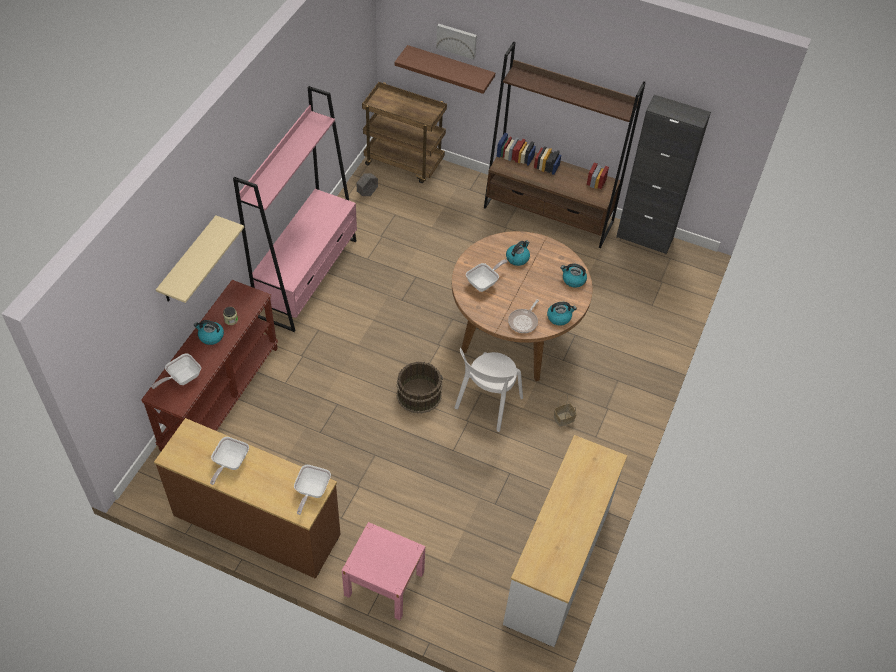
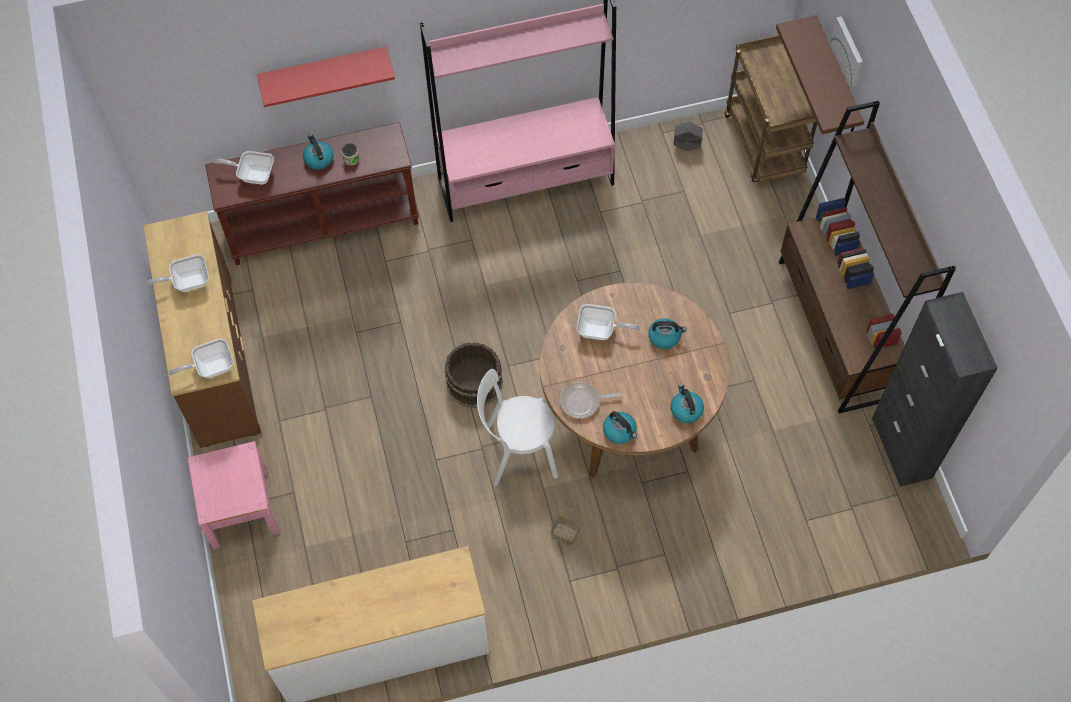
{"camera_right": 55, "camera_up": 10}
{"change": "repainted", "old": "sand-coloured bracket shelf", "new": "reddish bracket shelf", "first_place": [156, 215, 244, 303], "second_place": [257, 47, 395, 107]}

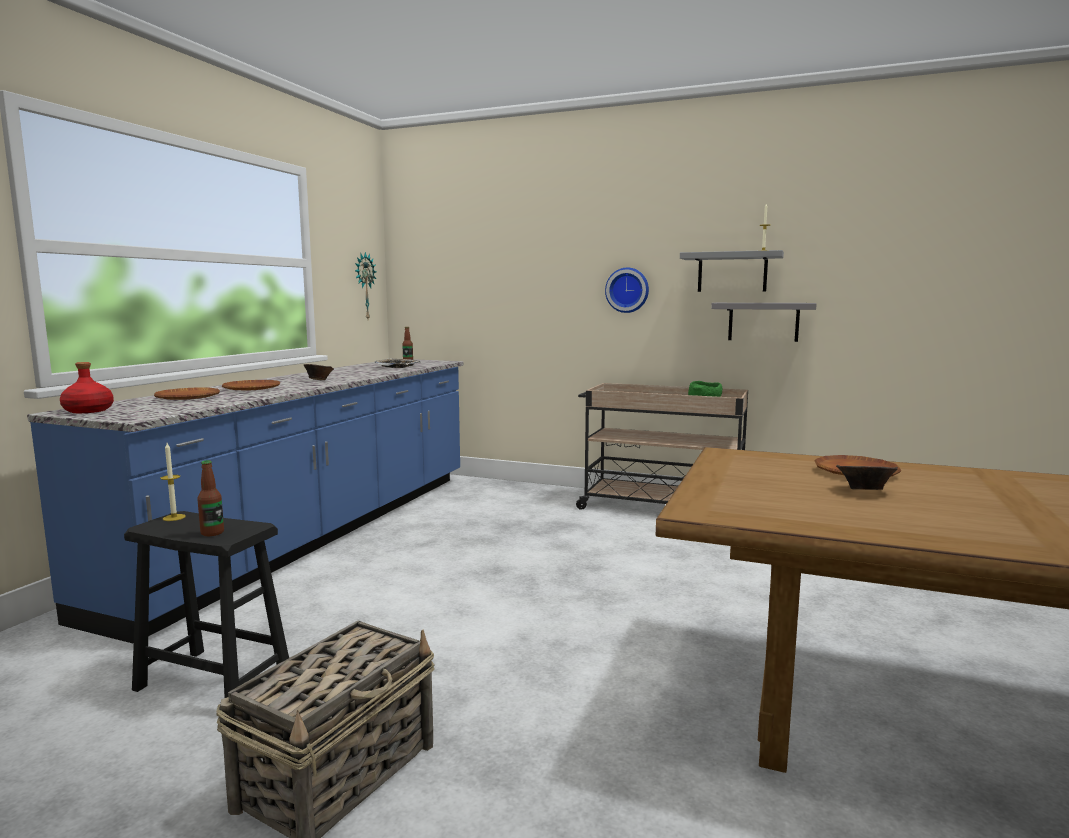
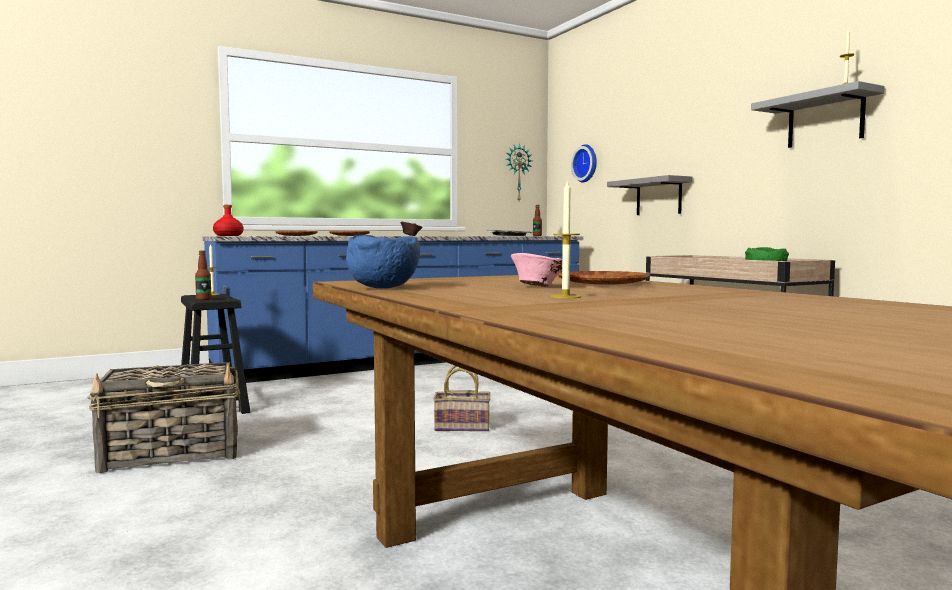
{"camera_right": 40, "camera_up": -5}
{"change": "new", "new": "blue-coloured deep dish", "second_place": [346, 235, 420, 288]}
{"change": "new", "new": "basket", "second_place": [433, 366, 490, 431]}
{"change": "repainted", "old": "brown-coloured deep dish", "new": "pink-coloured deep dish", "first_place": [836, 465, 898, 490], "second_place": [511, 253, 562, 287]}
{"change": "new", "new": "candle", "second_place": [550, 182, 581, 298]}
{"change": "shifted", "old": "hanging clock", "first_place": [605, 268, 649, 313], "second_place": [571, 144, 597, 183]}
{"change": "shifted", "old": "grey bracket shelf", "first_place": [711, 303, 817, 342], "second_place": [607, 175, 692, 215]}

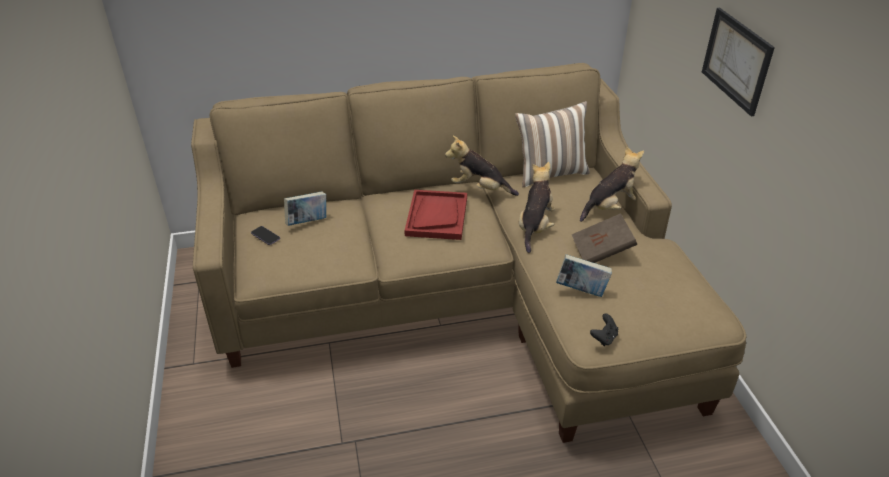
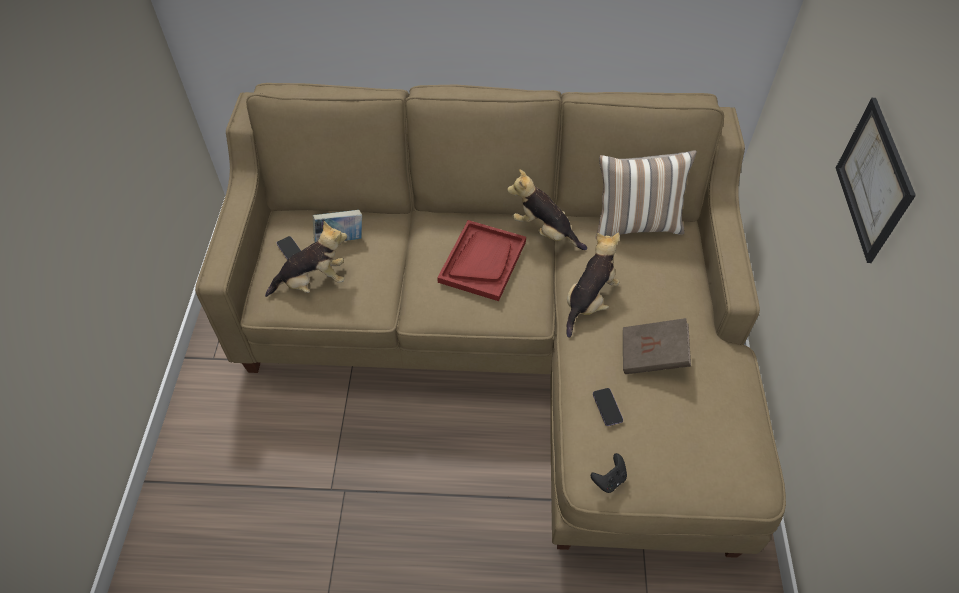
{"camera_right": 15, "camera_up": 15}
{"change": "shifted", "old": "cuddly toy", "first_place": [580, 146, 644, 222], "second_place": [265, 221, 347, 297]}
{"change": "swapped", "old": "bound book", "new": "telephone", "first_place": [556, 254, 612, 297], "second_place": [593, 388, 623, 426]}

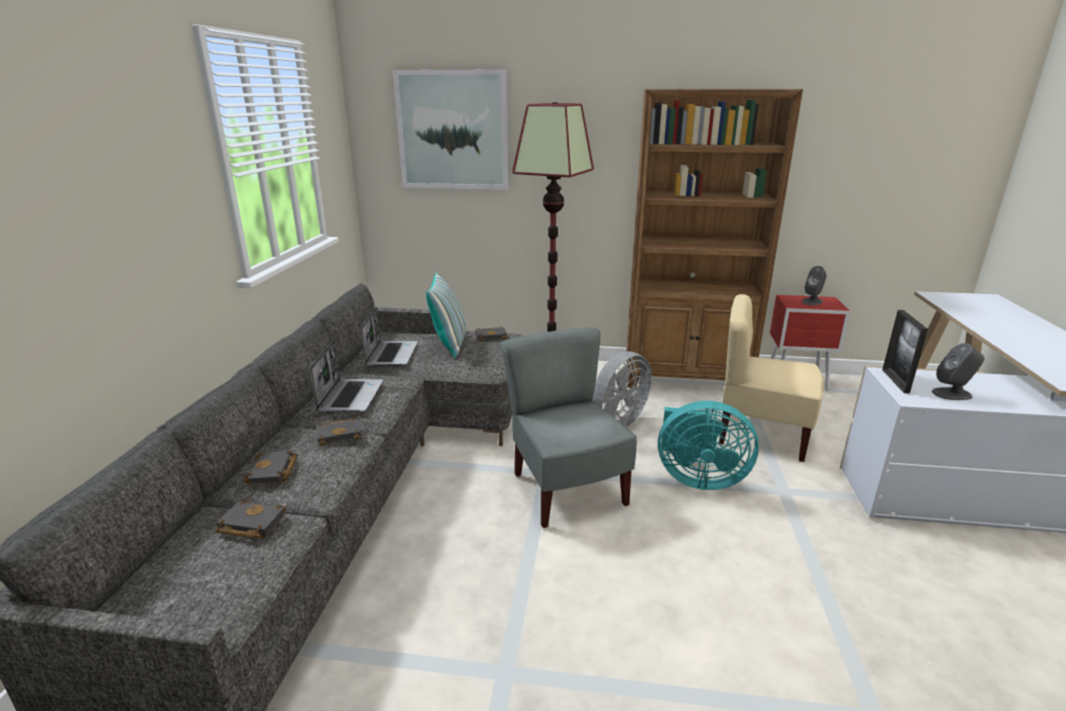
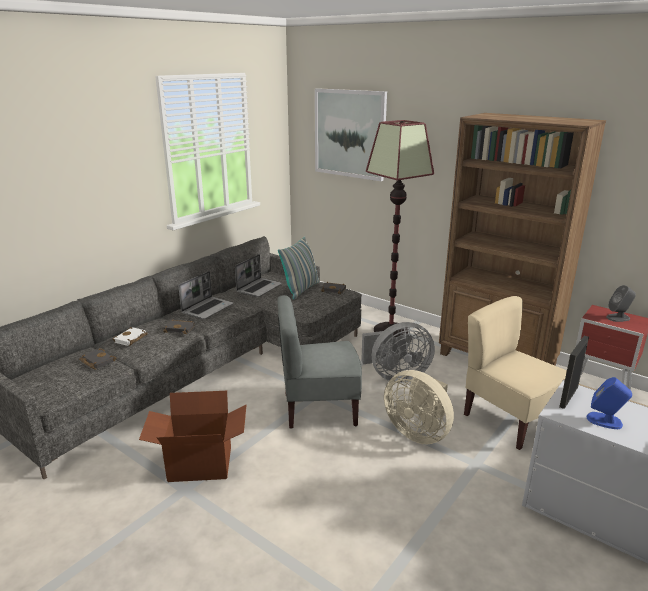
{"camera_right": 30, "camera_up": 0}
{"change": "repainted", "old": "black-coloured bound book", "new": "white-coloured bound book", "first_place": [243, 451, 298, 485], "second_place": [112, 327, 148, 346]}
{"change": "new", "new": "packing box", "second_place": [139, 391, 246, 482]}
{"change": "rotated", "old": "grey upright chair", "first_place": [501, 327, 637, 528], "second_place": [278, 295, 362, 429], "degrees": -105}
{"change": "repainted", "old": "turquoise-coloured cooling fan", "new": "sand-coloured cooling fan", "first_place": [658, 401, 759, 490], "second_place": [384, 370, 454, 444]}
{"change": "repainted", "old": "grey speaker", "new": "blue-coloured speaker", "first_place": [932, 343, 985, 400], "second_place": [587, 377, 632, 429]}

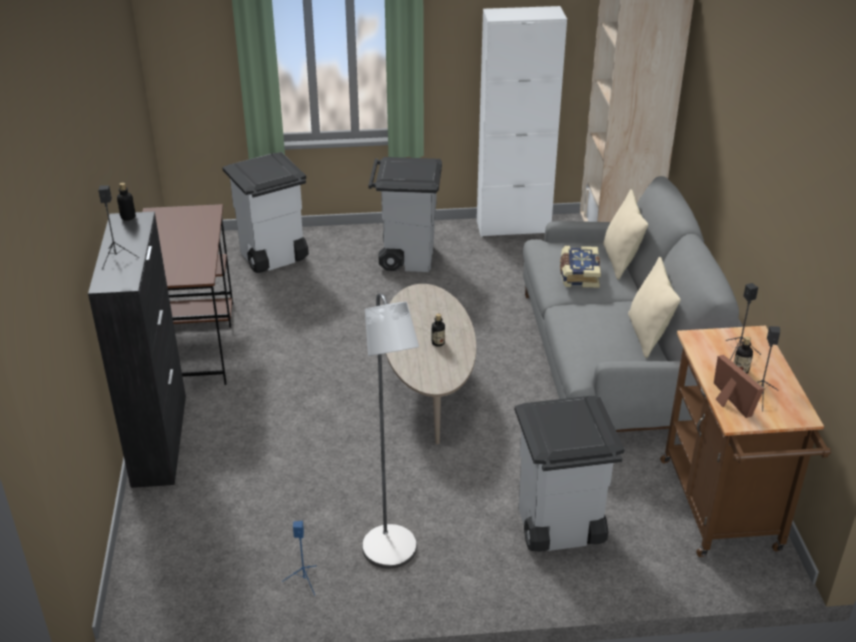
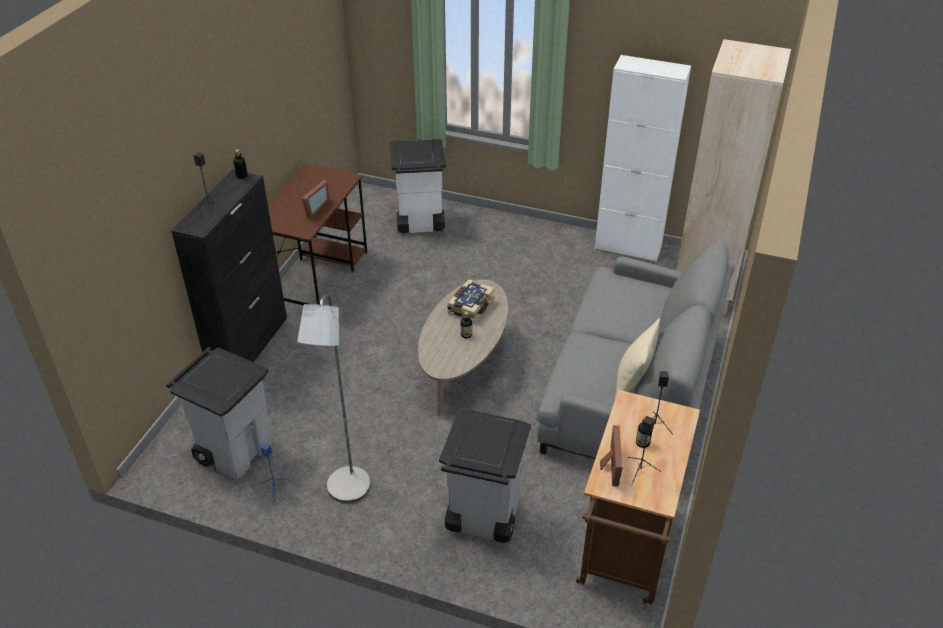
{"camera_right": 25, "camera_up": 5}
{"change": "shifted", "old": "grey trash can", "first_place": [368, 157, 442, 272], "second_place": [166, 347, 272, 480]}
{"change": "new", "new": "standing frame", "second_place": [301, 180, 329, 219]}
{"change": "shifted", "old": "bound book", "first_place": [560, 246, 601, 288], "second_place": [447, 279, 494, 323]}
{"change": "gone", "old": "sand-coloured pillow", "first_place": [603, 189, 648, 280]}

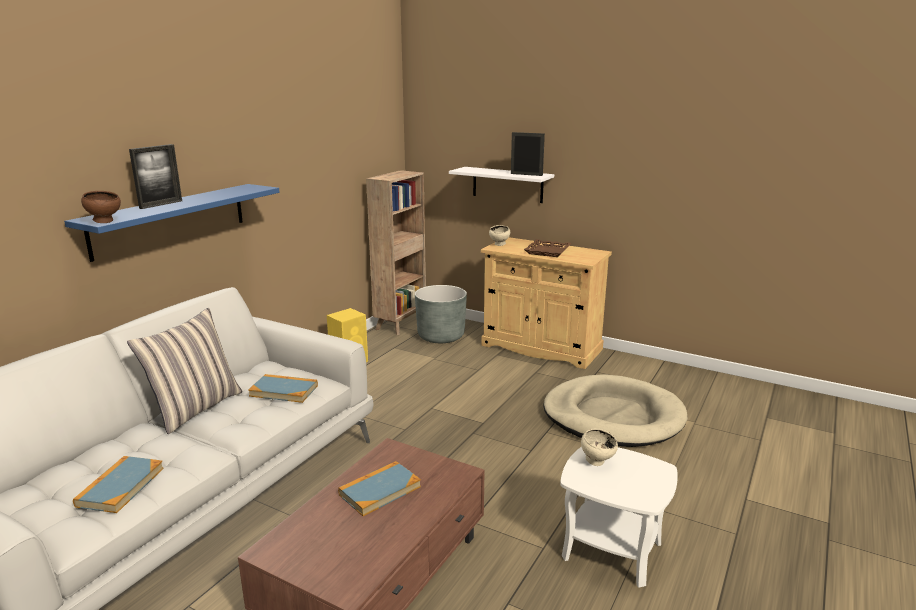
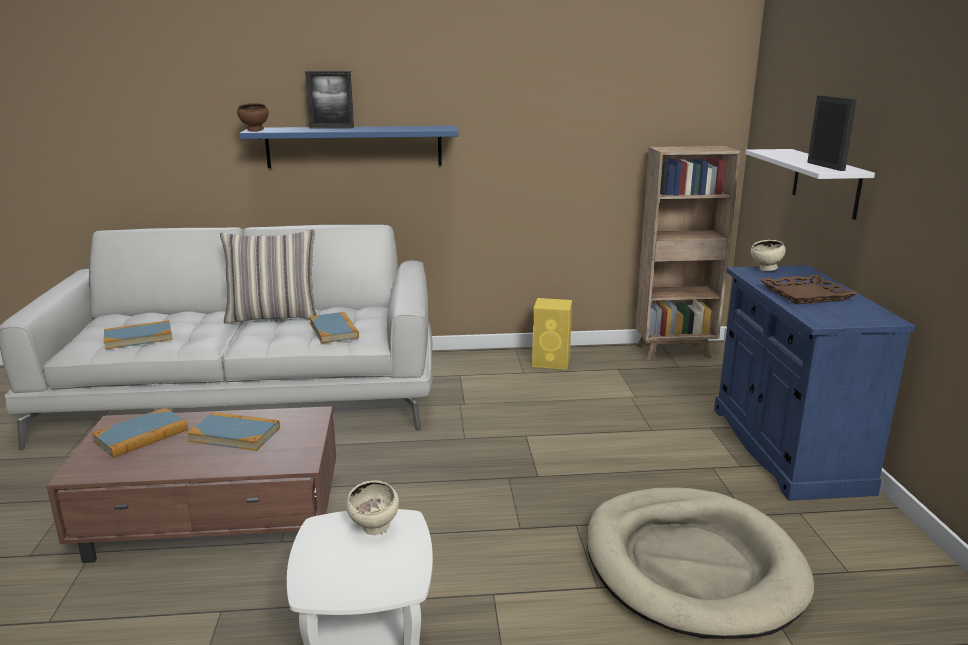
{"camera_right": 55, "camera_up": 0}
{"change": "new", "new": "bound book", "second_place": [92, 408, 188, 458]}
{"change": "repainted", "old": "sand-coloured storage cabinet", "new": "blue-coloured storage cabinet", "first_place": [481, 237, 612, 369], "second_place": [714, 265, 915, 501]}
{"change": "gone", "old": "grey plant pot", "first_place": [415, 285, 467, 343]}

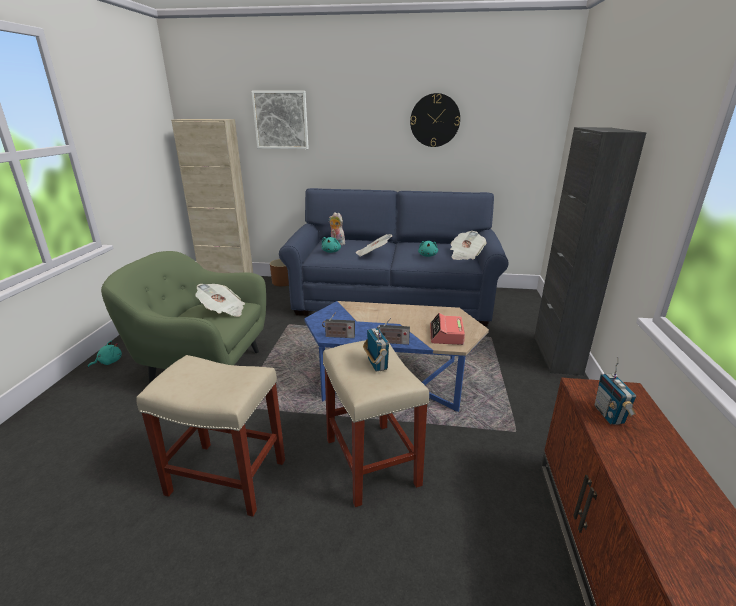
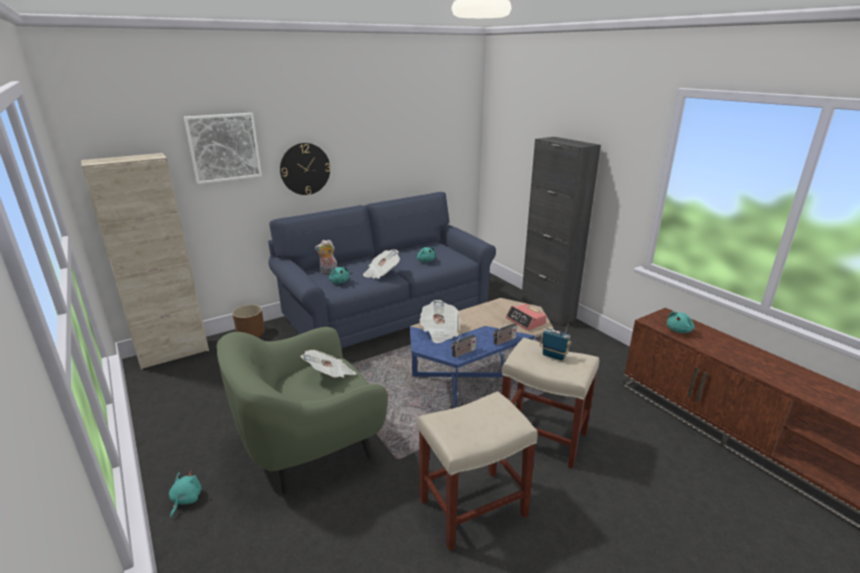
{"camera_right": -40, "camera_up": 0}
{"change": "shifted", "old": "hanging clock", "first_place": [410, 93, 460, 147], "second_place": [280, 143, 331, 195]}
{"change": "shifted", "old": "printed paper", "first_place": [450, 231, 486, 260], "second_place": [419, 300, 460, 343]}
{"change": "swapped", "old": "radio receiver", "new": "turquoise-coloured cuddly toy", "first_place": [595, 357, 636, 425], "second_place": [667, 311, 695, 333]}

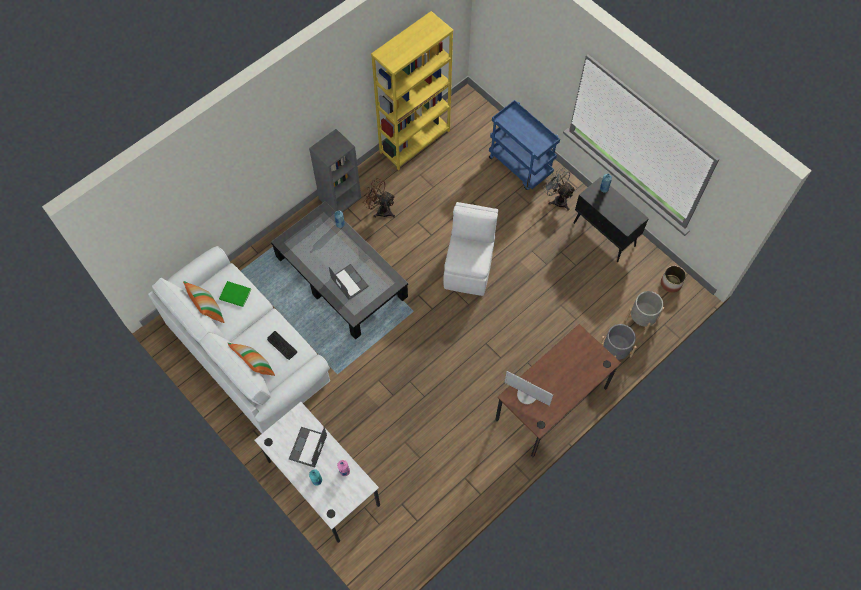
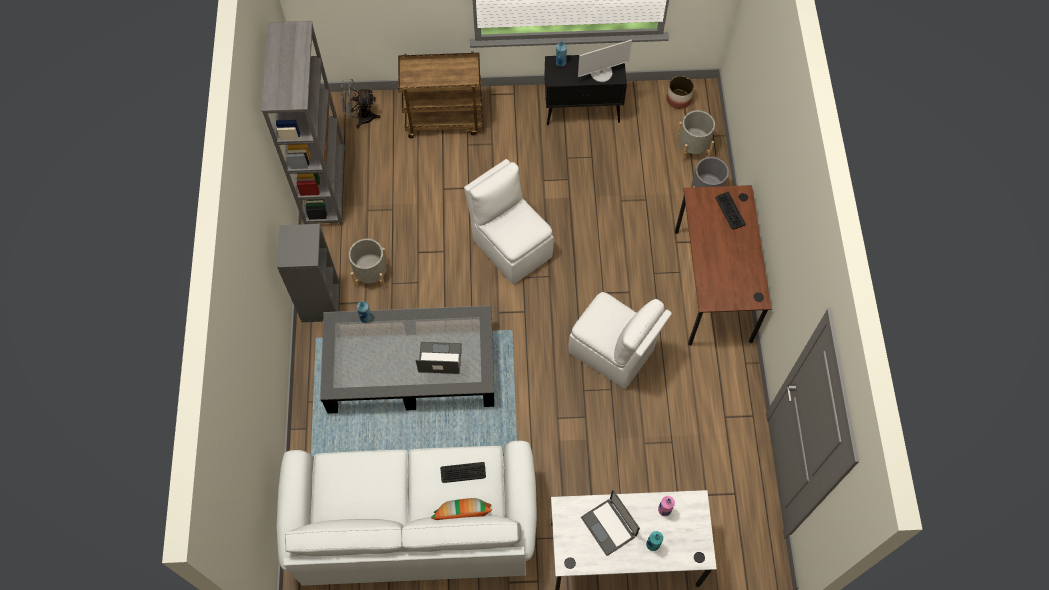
{"camera_right": -50, "camera_up": 0}
{"change": "repainted", "old": "yellow-coloured bookshelf", "new": "grey bookshelf", "first_place": [371, 11, 454, 170], "second_place": [261, 21, 345, 225]}
{"change": "shifted", "old": "grey cooling fan", "first_place": [543, 168, 575, 211], "second_place": [340, 79, 381, 128]}
{"change": "swapped", "old": "brown-coloured cooling fan", "new": "grey plant pot", "first_place": [363, 178, 395, 218], "second_place": [349, 239, 388, 289]}
{"change": "repainted", "old": "blue-coloured cart", "new": "brown-coloured cart", "first_place": [489, 100, 560, 190], "second_place": [398, 51, 483, 138]}
{"change": "new", "new": "white-coloured upright chair", "second_place": [568, 292, 672, 389]}
{"change": "shifted", "old": "computer display", "first_place": [505, 371, 553, 406], "second_place": [578, 40, 632, 82]}
{"change": "new", "new": "PC keyboard", "second_place": [716, 192, 746, 229]}
{"change": "gone", "old": "pillow", "first_place": [183, 281, 224, 323]}
{"change": "gone", "old": "green bound book", "first_place": [219, 281, 251, 307]}

